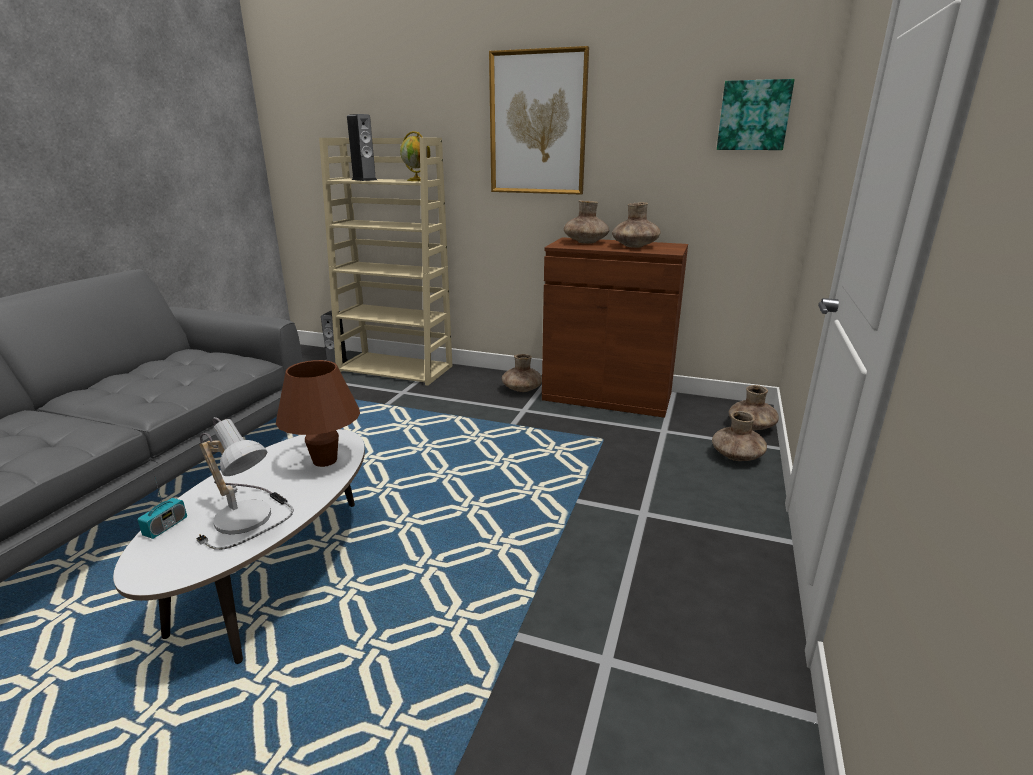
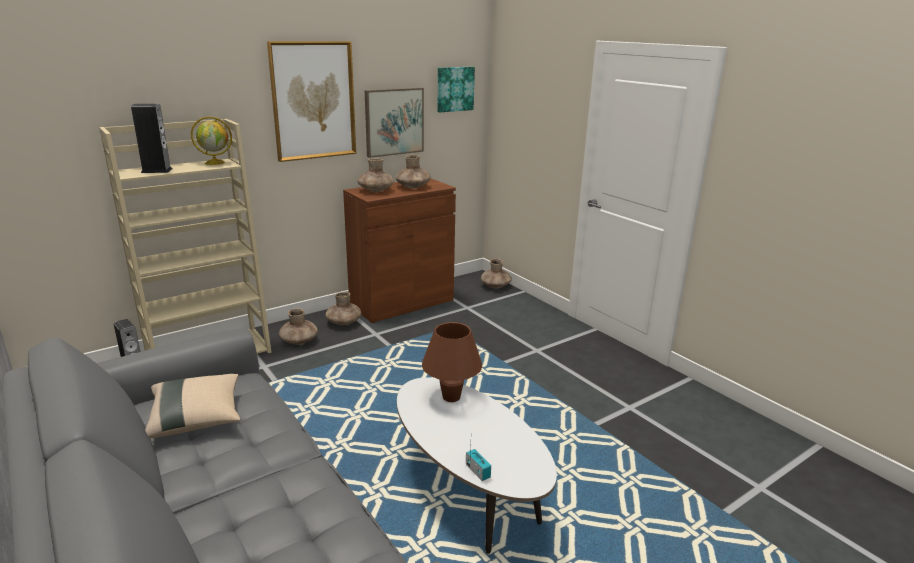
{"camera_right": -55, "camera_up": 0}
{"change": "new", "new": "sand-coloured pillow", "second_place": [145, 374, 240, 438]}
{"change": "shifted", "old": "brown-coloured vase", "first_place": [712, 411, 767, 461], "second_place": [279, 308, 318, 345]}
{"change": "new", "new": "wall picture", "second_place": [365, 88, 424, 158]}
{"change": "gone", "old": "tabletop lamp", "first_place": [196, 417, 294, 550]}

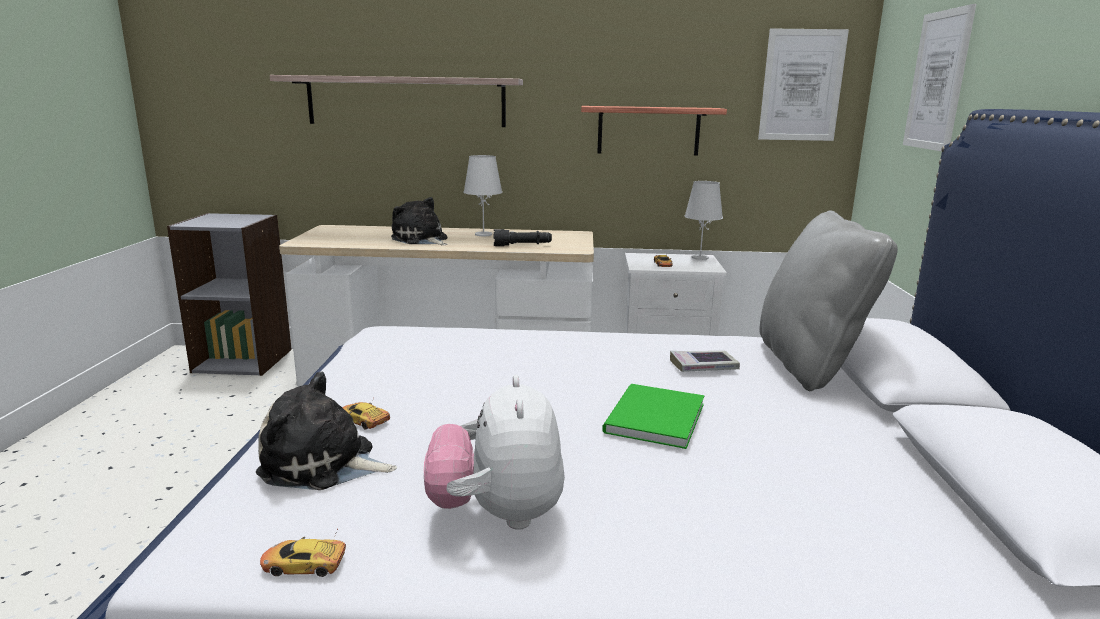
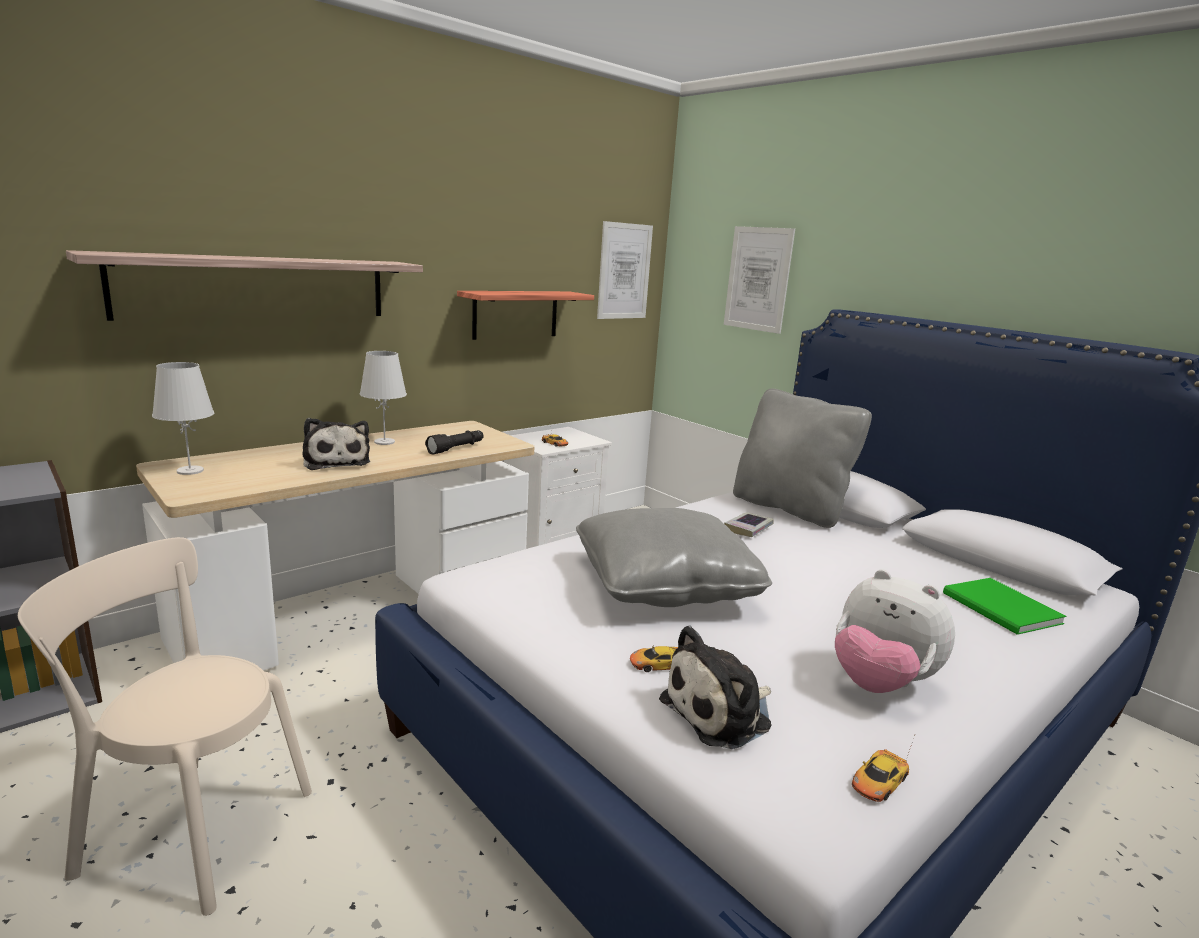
{"camera_right": -45, "camera_up": 0}
{"change": "new", "new": "sand-coloured upright chair", "second_place": [18, 537, 312, 916]}
{"change": "shifted", "old": "white-coloured tabletop lamp", "first_place": [684, 181, 723, 260], "second_place": [152, 362, 214, 475]}
{"change": "rotated", "old": "cuddly toy", "first_place": [391, 197, 447, 245], "second_place": [302, 418, 370, 470], "degrees": -120}
{"change": "new", "new": "grey pillow", "second_place": [576, 508, 772, 607]}
{"change": "shifted", "old": "green bound book", "first_place": [602, 384, 704, 449], "second_place": [943, 578, 1066, 635]}

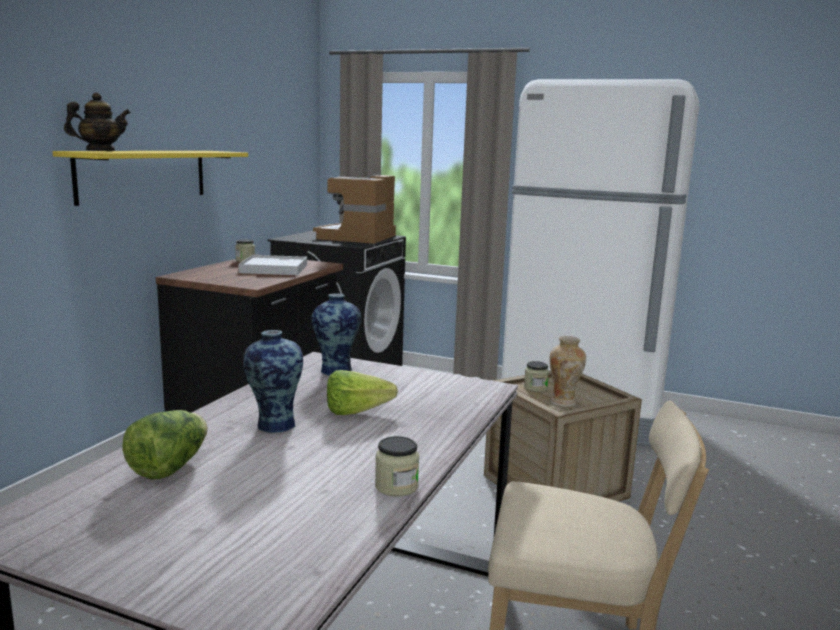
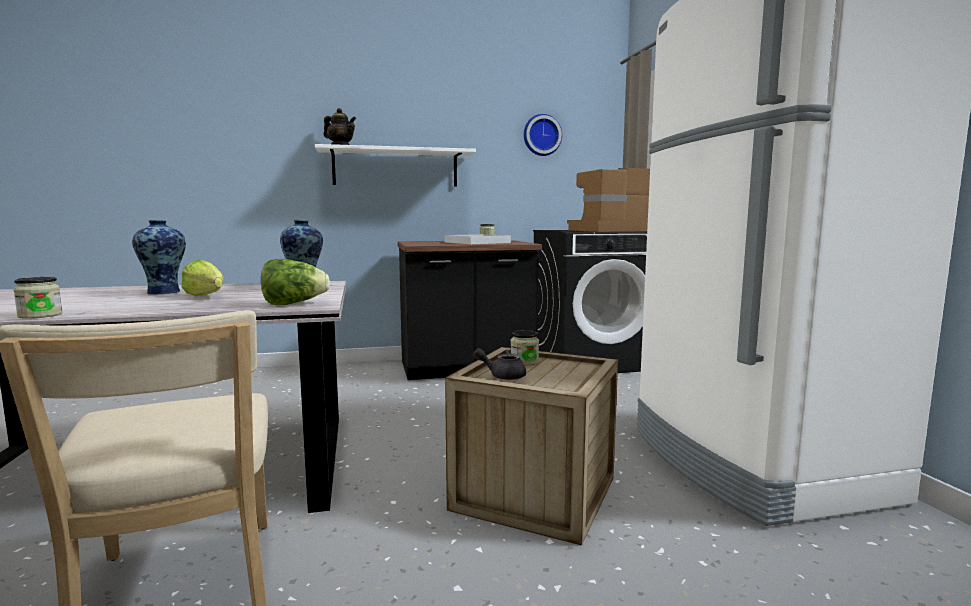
{"camera_right": 55, "camera_up": -5}
{"change": "shifted", "old": "lettuce head", "first_place": [122, 410, 208, 480], "second_place": [261, 259, 330, 305]}
{"change": "repainted", "old": "yellow-coloured bracket shelf", "new": "white-coloured bracket shelf", "first_place": [53, 151, 248, 206], "second_place": [315, 144, 476, 187]}
{"change": "swapped", "old": "vase", "new": "grey teapot", "first_place": [549, 336, 586, 407], "second_place": [473, 348, 526, 380]}
{"change": "new", "new": "hanging clock", "second_place": [524, 114, 562, 156]}

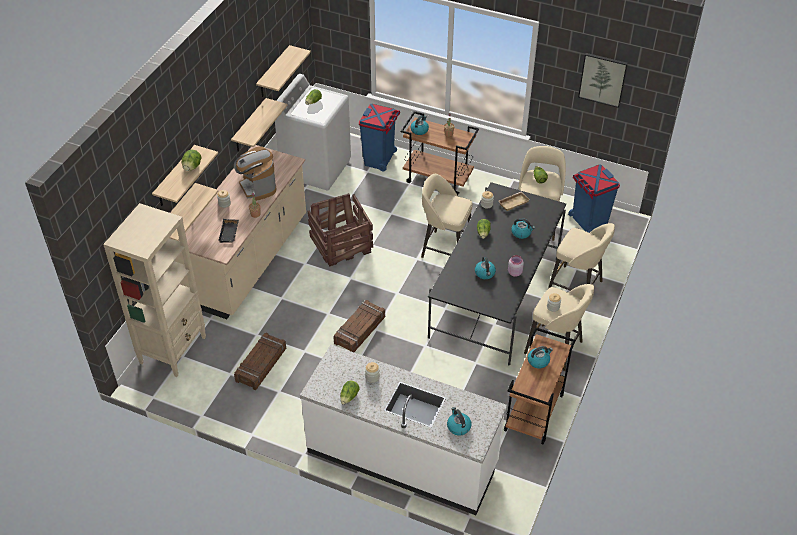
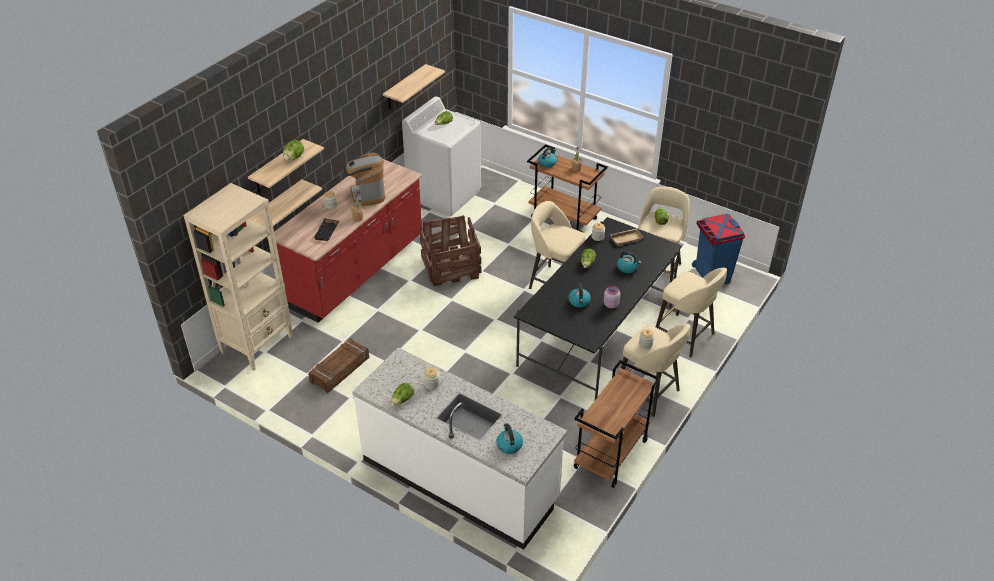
{"camera_right": 10, "camera_up": -5}
{"change": "repainted", "old": "sand-coloured kitchen counter", "new": "reddish kitchen counter", "first_place": [175, 145, 306, 319], "second_place": [267, 159, 422, 323]}
{"change": "gone", "old": "bracket shelf", "first_place": [231, 98, 288, 151]}
{"change": "gone", "old": "packing crate", "first_place": [333, 300, 385, 352]}
{"change": "gone", "old": "blue-coloured trash can", "first_place": [359, 104, 400, 171]}
{"change": "gone", "old": "kettle", "first_place": [528, 346, 553, 368]}
{"change": "gone", "old": "wall picture", "first_place": [578, 53, 628, 108]}

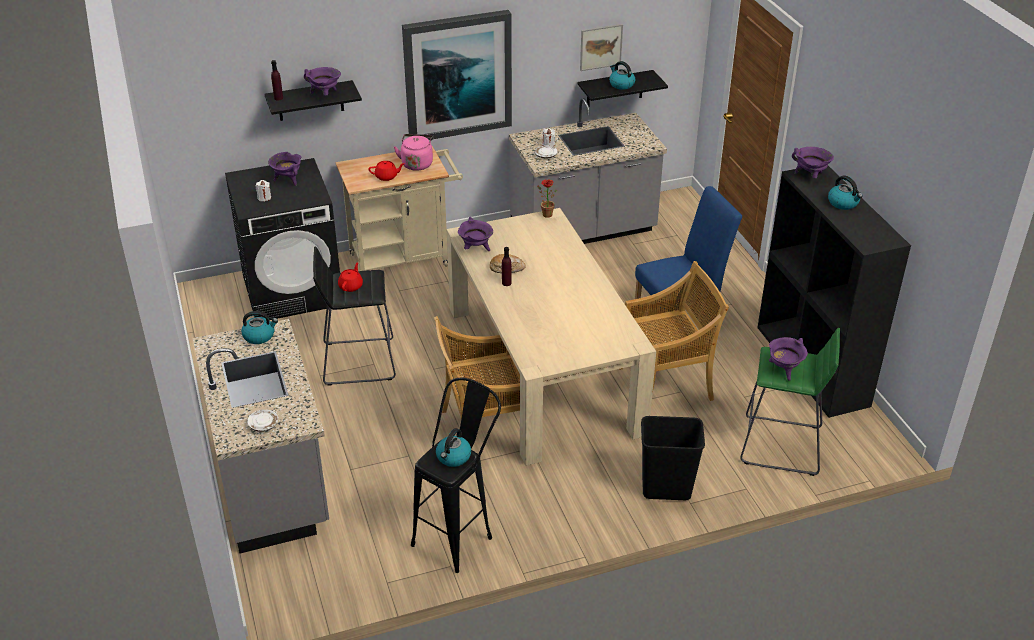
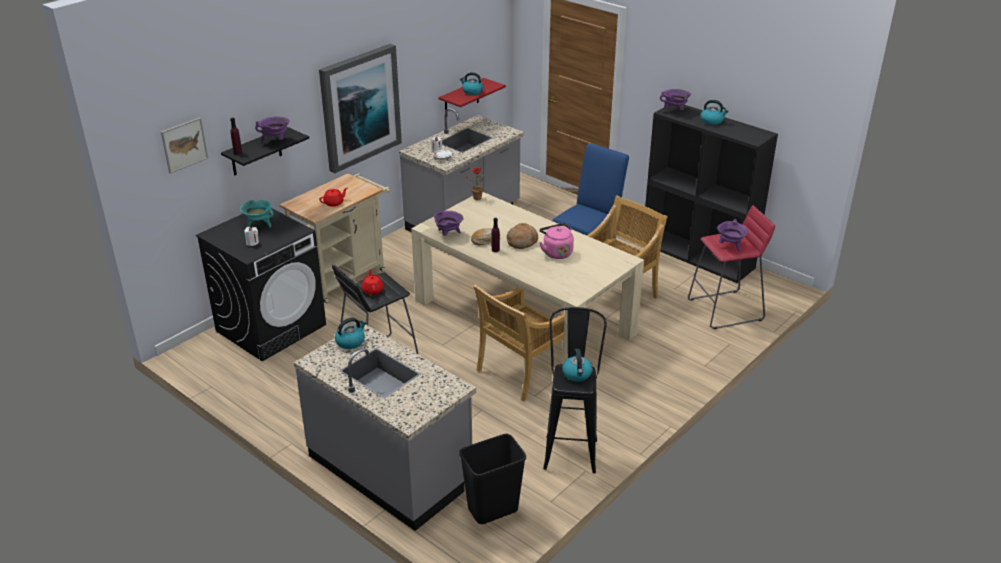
{"camera_right": -30, "camera_up": -5}
{"change": "shifted", "old": "wall picture", "first_place": [580, 24, 623, 71], "second_place": [161, 118, 208, 174]}
{"change": "repainted", "old": "purple-coloured stockpot", "new": "turquoise-coloured stockpot", "first_place": [268, 152, 301, 186], "second_place": [240, 200, 273, 227]}
{"change": "repainted", "old": "black-coloured bracket shelf", "new": "reddish bracket shelf", "first_place": [578, 70, 668, 105], "second_place": [438, 78, 506, 111]}
{"change": "shifted", "old": "black-coloured trash can", "first_place": [641, 416, 705, 500], "second_place": [459, 434, 526, 524]}
{"change": "new", "new": "baked bread", "second_place": [507, 223, 538, 249]}
{"change": "shifted", "old": "pink-coloured kettle", "first_place": [394, 134, 433, 171], "second_place": [539, 223, 574, 259]}
{"change": "repainted", "old": "green sitting stool", "new": "reddish sitting stool", "first_place": [740, 328, 840, 476], "second_place": [688, 205, 775, 329]}
{"change": "gone", "old": "white-coloured plate", "first_place": [247, 410, 278, 432]}

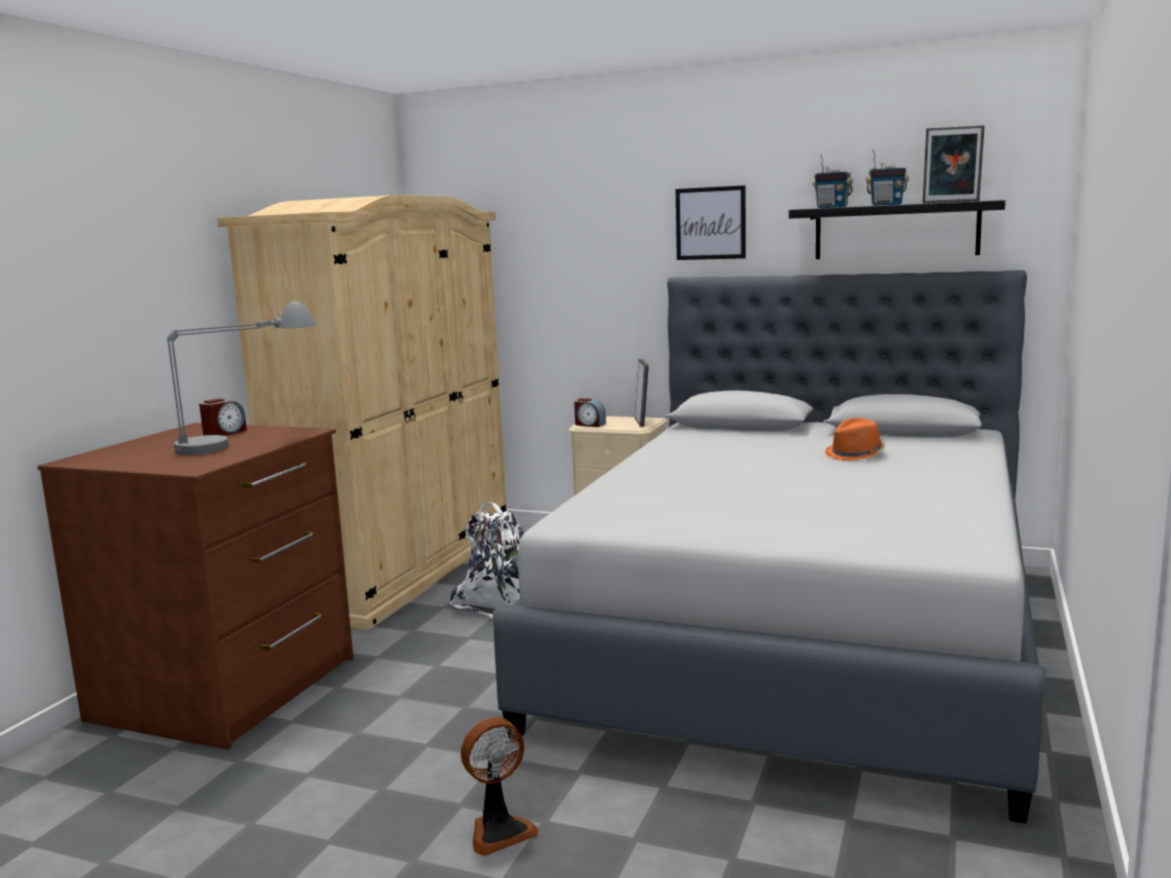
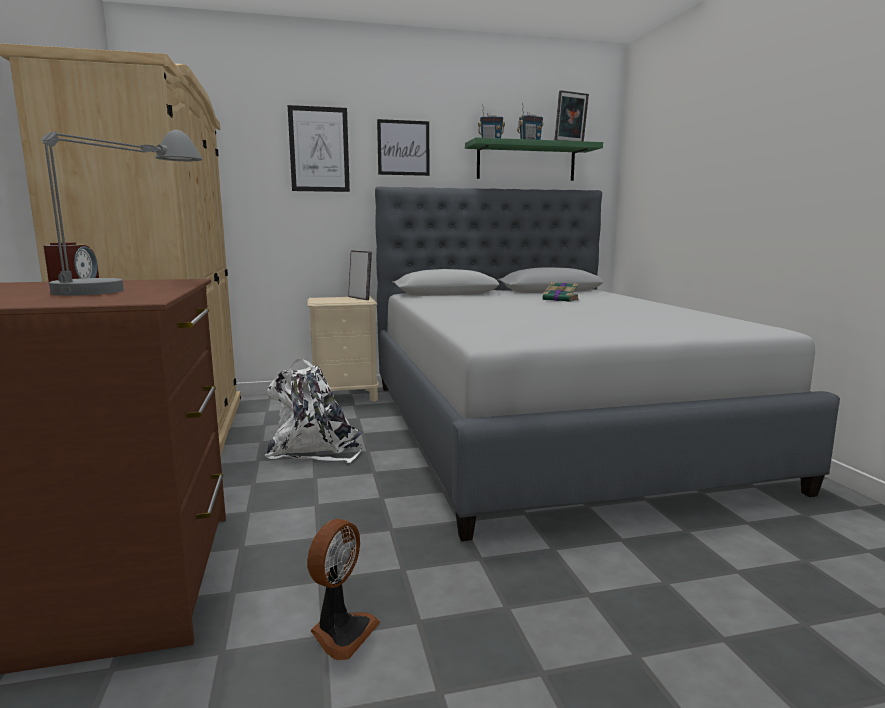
{"camera_right": -35, "camera_up": 0}
{"change": "new", "new": "wall picture", "second_place": [288, 105, 350, 192]}
{"change": "shifted", "old": "cooling fan", "first_place": [461, 717, 538, 856], "second_place": [307, 519, 380, 660]}
{"change": "repainted", "old": "black-coloured bracket shelf", "new": "green bracket shelf", "first_place": [789, 200, 1005, 259], "second_place": [465, 137, 603, 181]}
{"change": "swapped", "old": "orange-coloured wearable hat", "new": "bound book", "first_place": [825, 418, 885, 461], "second_place": [543, 282, 579, 302]}
{"change": "gone", "old": "alarm clock", "first_place": [574, 398, 606, 427]}

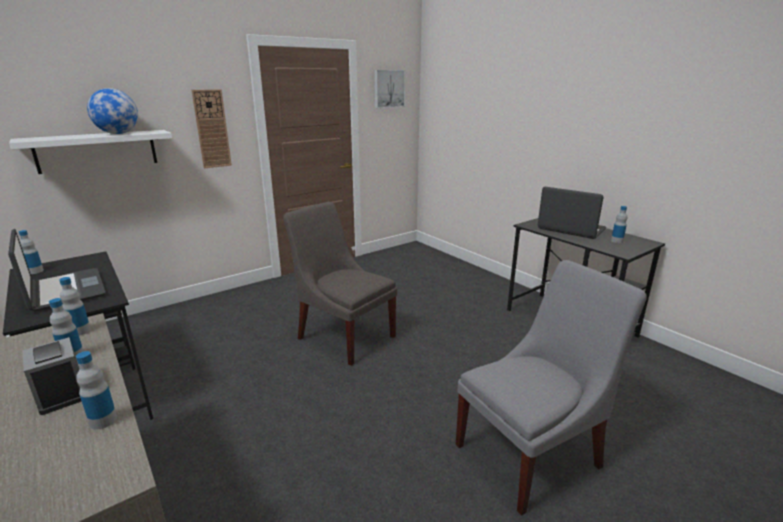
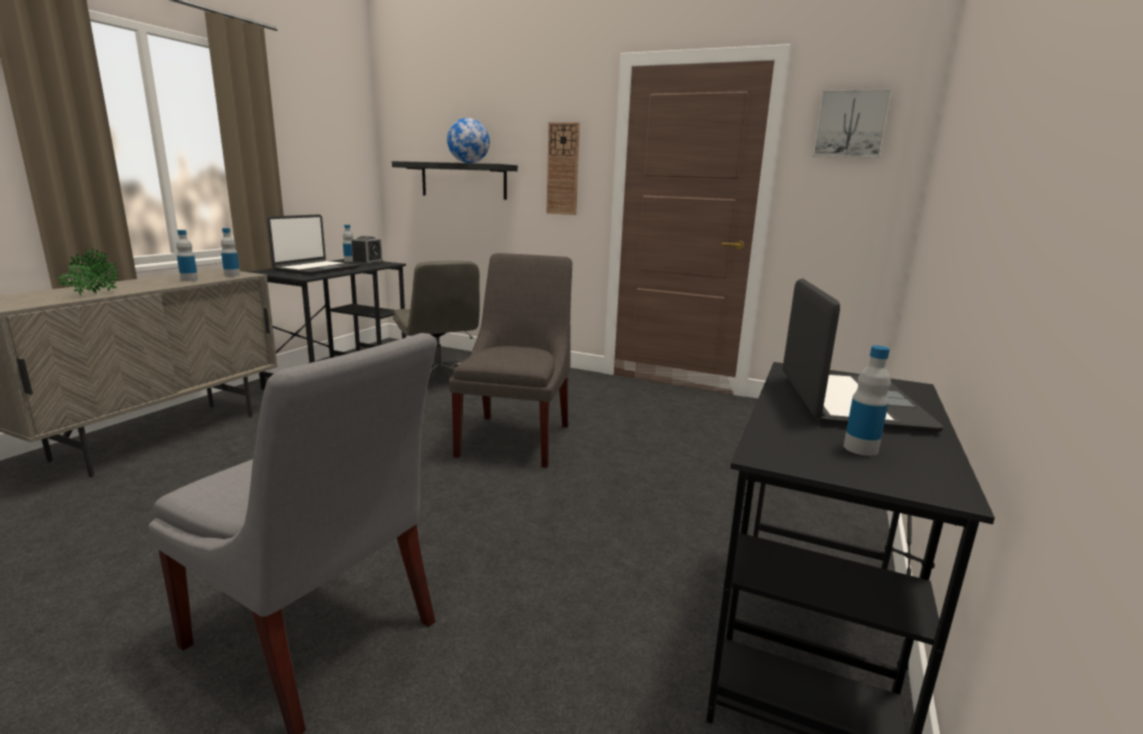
{"camera_right": 60, "camera_up": -5}
{"change": "swapped", "old": "bottle", "new": "potted plant", "first_place": [76, 351, 117, 430], "second_place": [57, 249, 120, 296]}
{"change": "shifted", "old": "alarm clock", "first_place": [22, 337, 81, 415], "second_place": [351, 236, 383, 265]}
{"change": "repainted", "old": "white-coloured bracket shelf", "new": "black-coloured bracket shelf", "first_place": [9, 130, 172, 174], "second_place": [392, 161, 518, 200]}
{"change": "new", "new": "grey computer chair", "second_place": [393, 261, 480, 379]}

